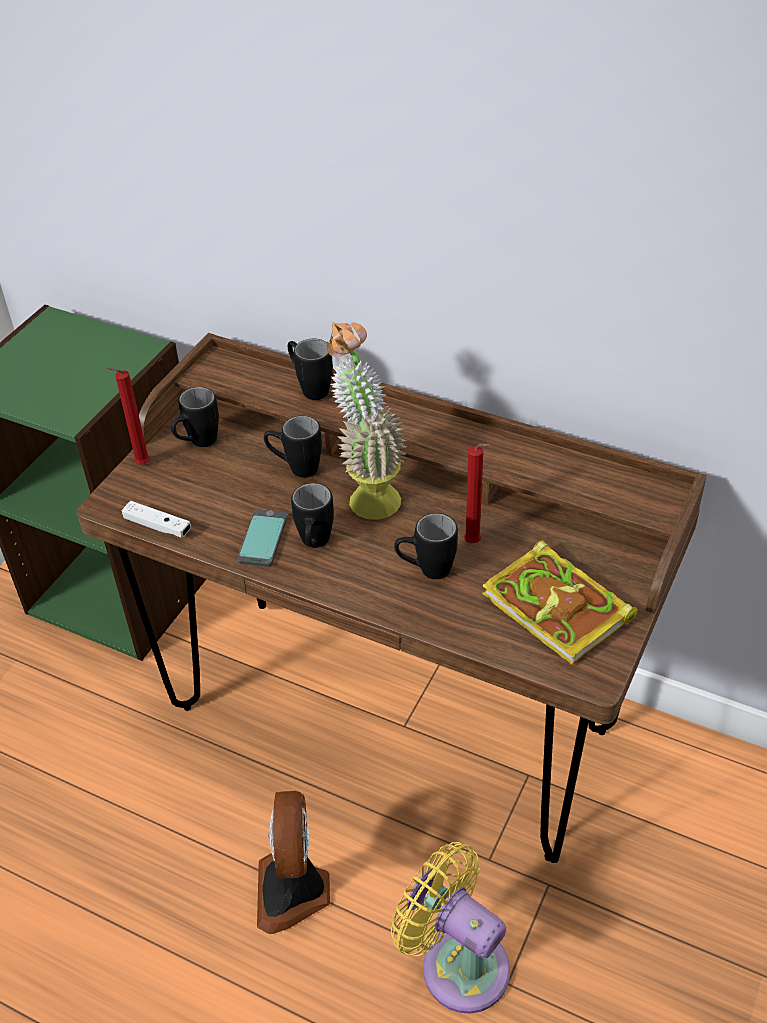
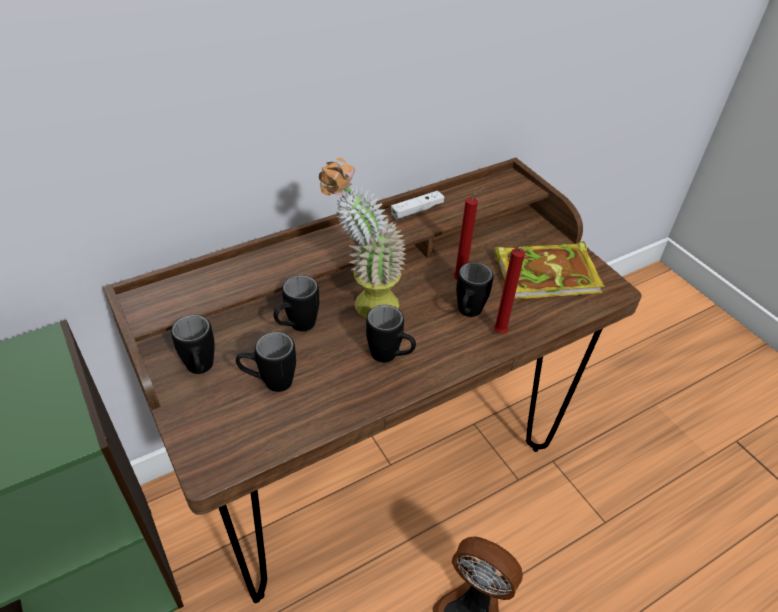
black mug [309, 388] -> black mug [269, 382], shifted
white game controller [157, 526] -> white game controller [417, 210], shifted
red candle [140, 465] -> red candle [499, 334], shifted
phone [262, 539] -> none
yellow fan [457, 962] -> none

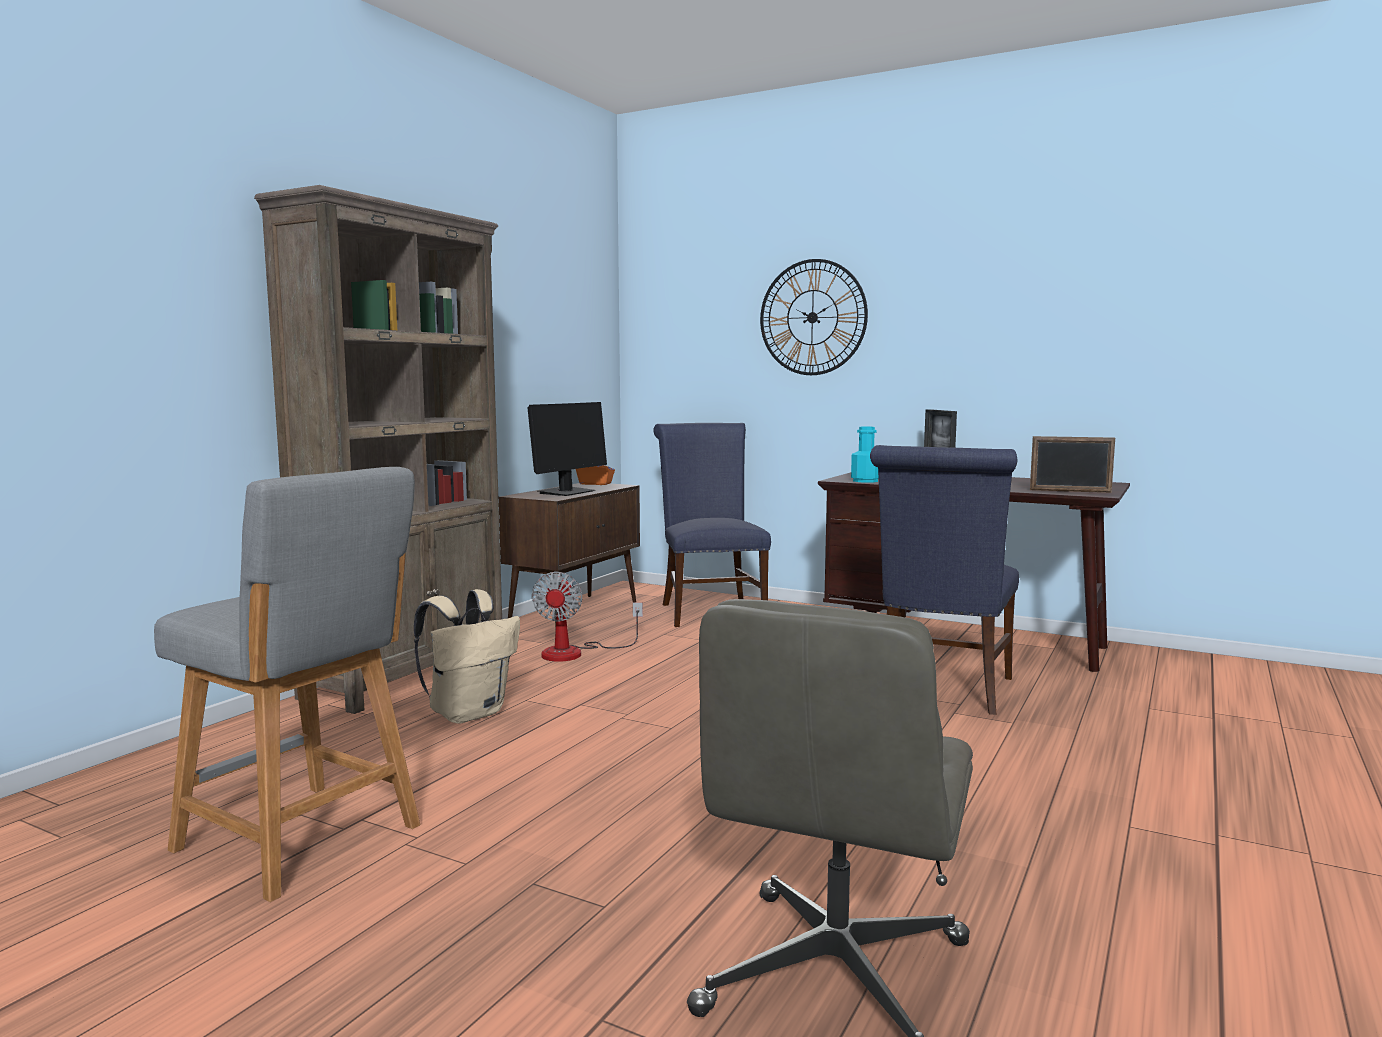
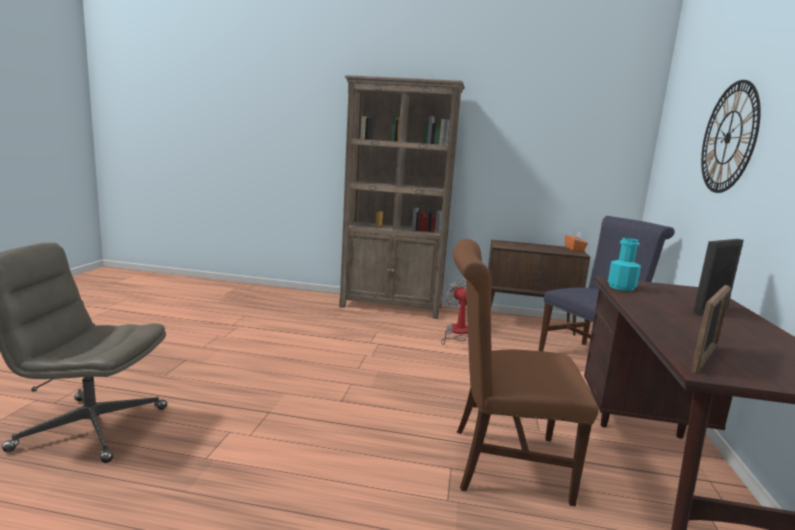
fan [575, 652] -> fan [457, 332], 75 degrees clockwise
blue chair [941, 690] -> brown chair [500, 462]
picture frame [1070, 491] -> picture frame [704, 358], 135 degrees counterclockwise
grey stool [305, 841] -> none
beige backpack [468, 713] -> none
monitor [566, 492] -> none

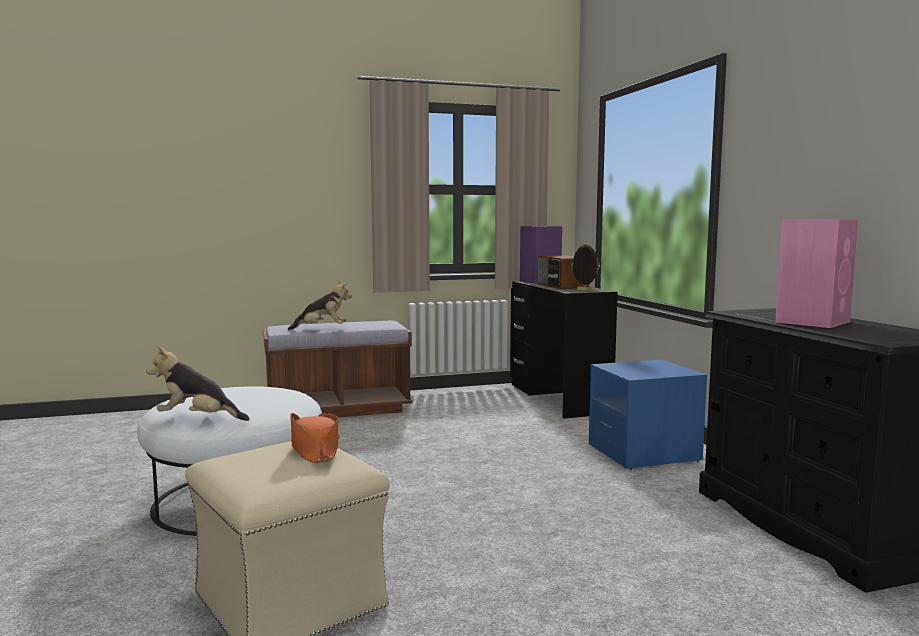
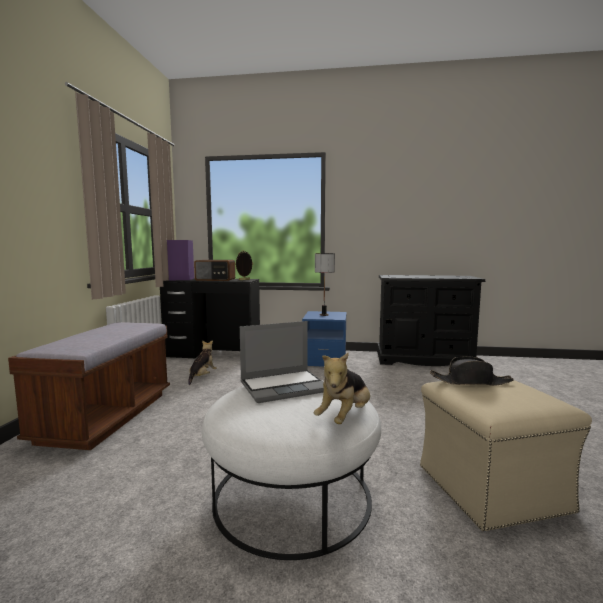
plush toy [322, 329] -> plush toy [202, 377], shifted
none -> laptop [284, 387]
none -> table lamp [324, 315]
orange hat [315, 449] -> black hat [470, 381]
pink speaker [813, 322] -> none

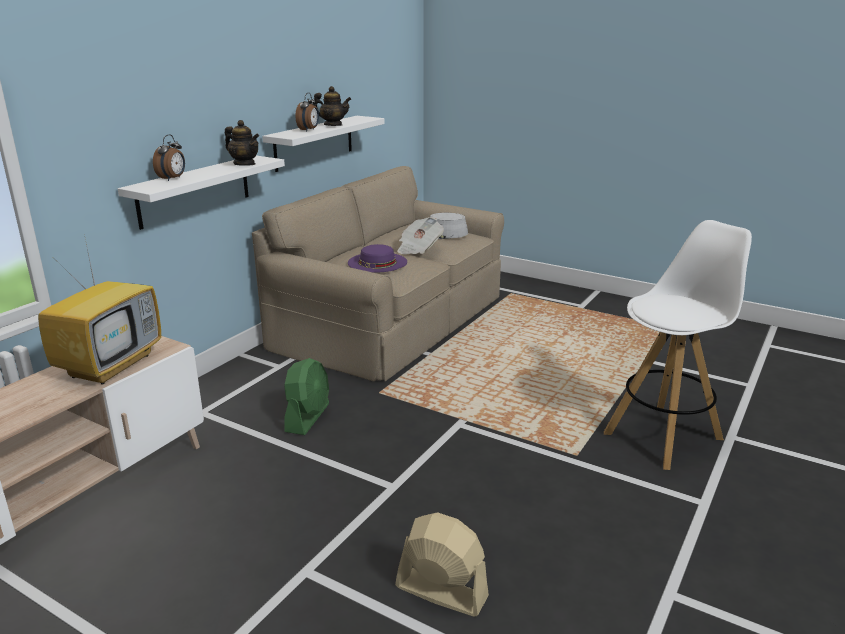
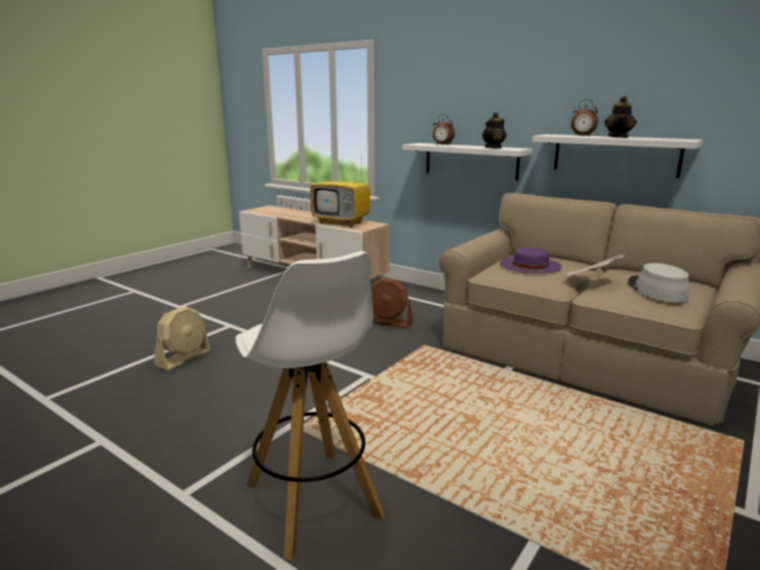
green fan [308, 417] -> brown fan [388, 322]

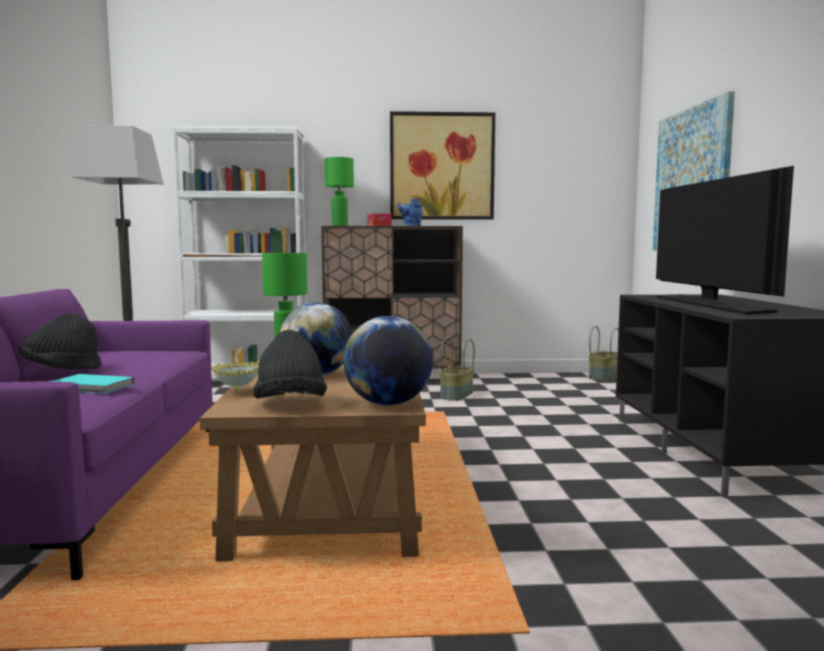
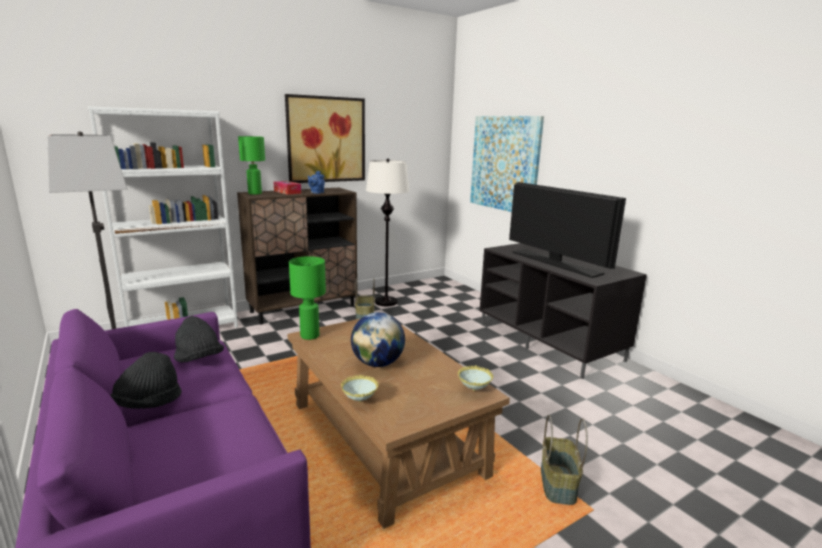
black hat [290, 404] -> black hat [199, 360], shifted
none -> white floor lamp [386, 302]
globe [388, 404] -> bowl [474, 391]
basket [603, 376] -> basket [557, 483], shifted
turquoise book [91, 387] -> none

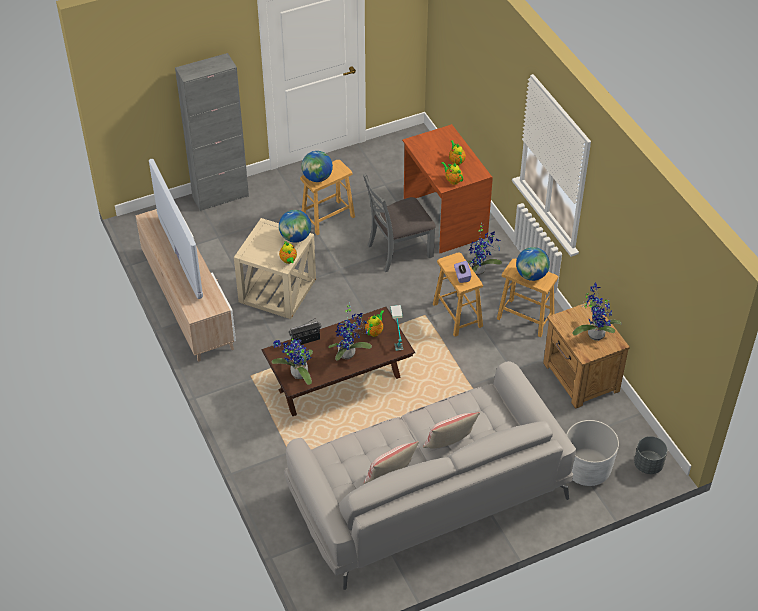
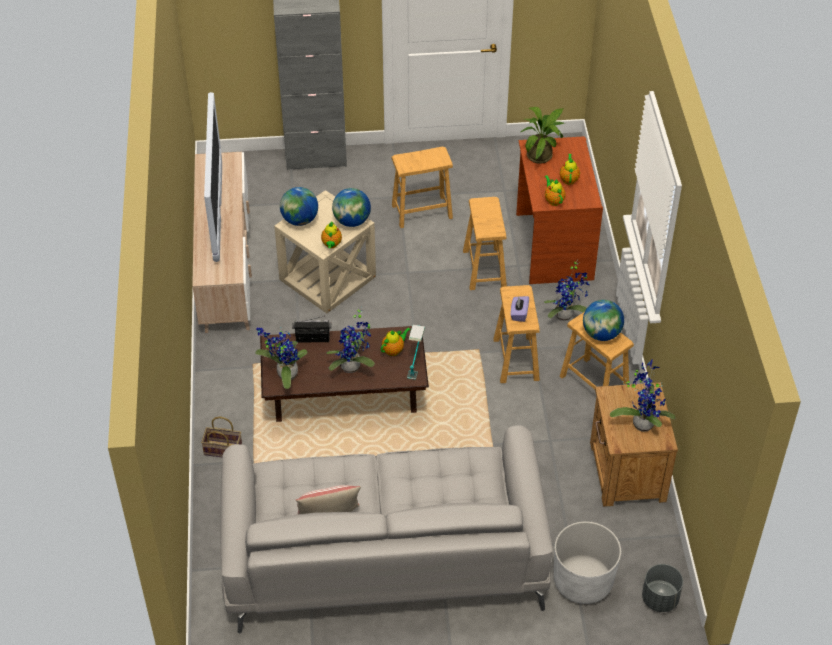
none -> basket [224, 449]
globe [317, 178] -> globe [300, 220], shifted
grey chair [399, 250] -> brown stool [484, 269]
none -> potted plant [542, 155]
pillow [449, 443] -> none

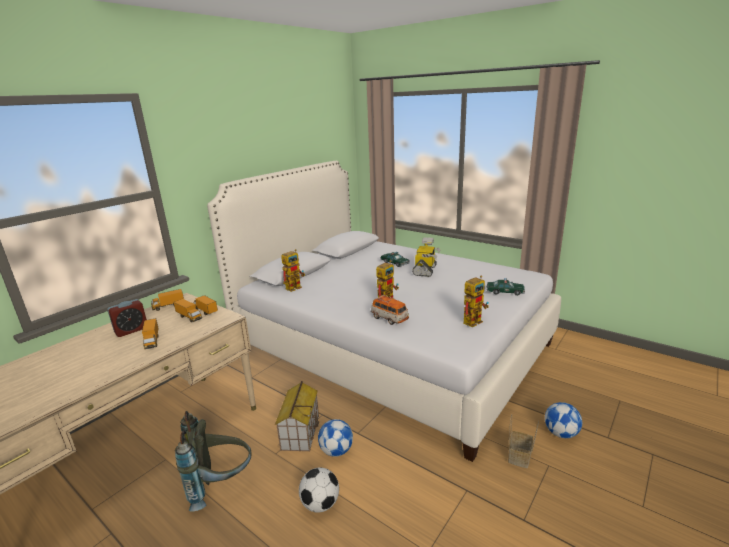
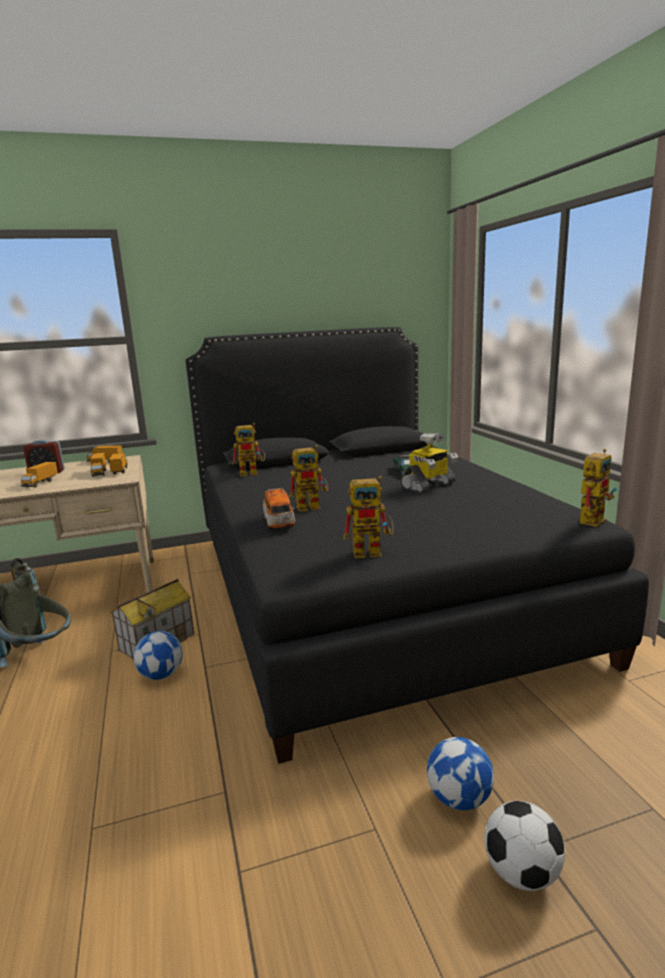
white bed [390, 347] -> black bed [368, 591]
football [320, 504] -> football [521, 873], shifted
none -> toy robot [592, 519]
toy car [505, 292] -> none
basket [519, 457] -> none

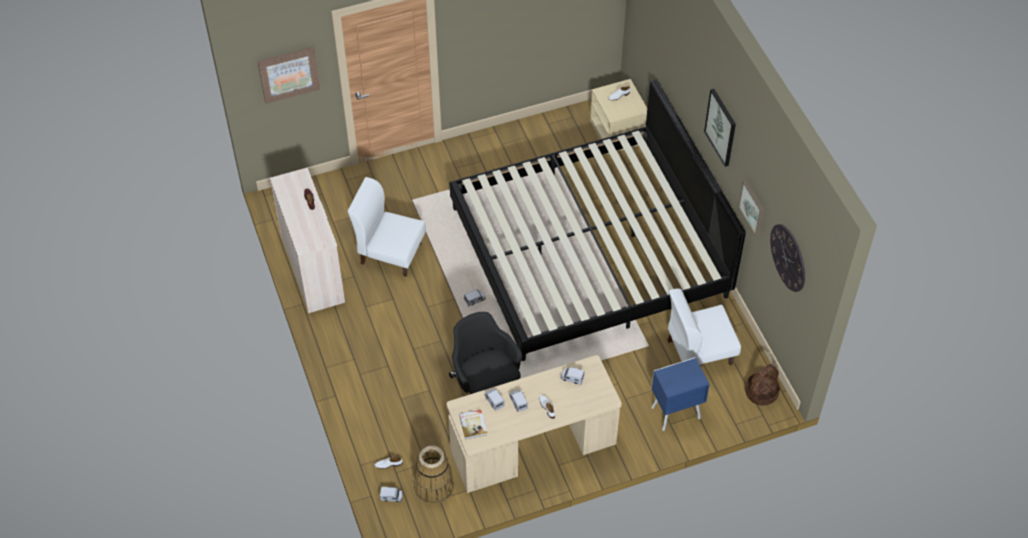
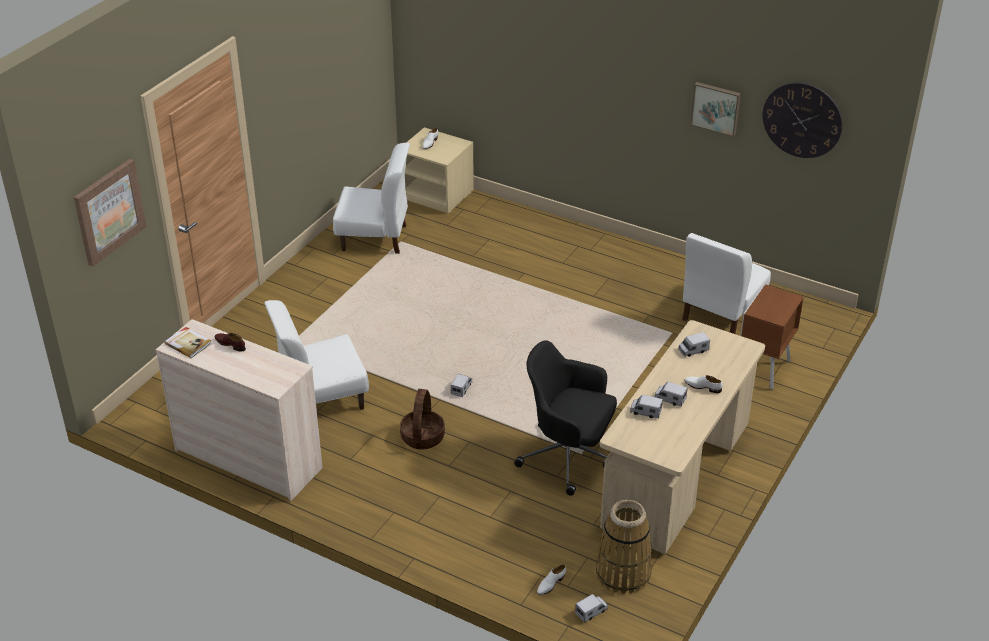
book [473, 425] -> book [188, 343], shifted
none -> white chair [375, 238]
basket [761, 393] -> basket [422, 437], shifted
blue nightstand [674, 413] -> brown nightstand [762, 370]
bed [589, 251] -> none
picture [721, 127] -> none

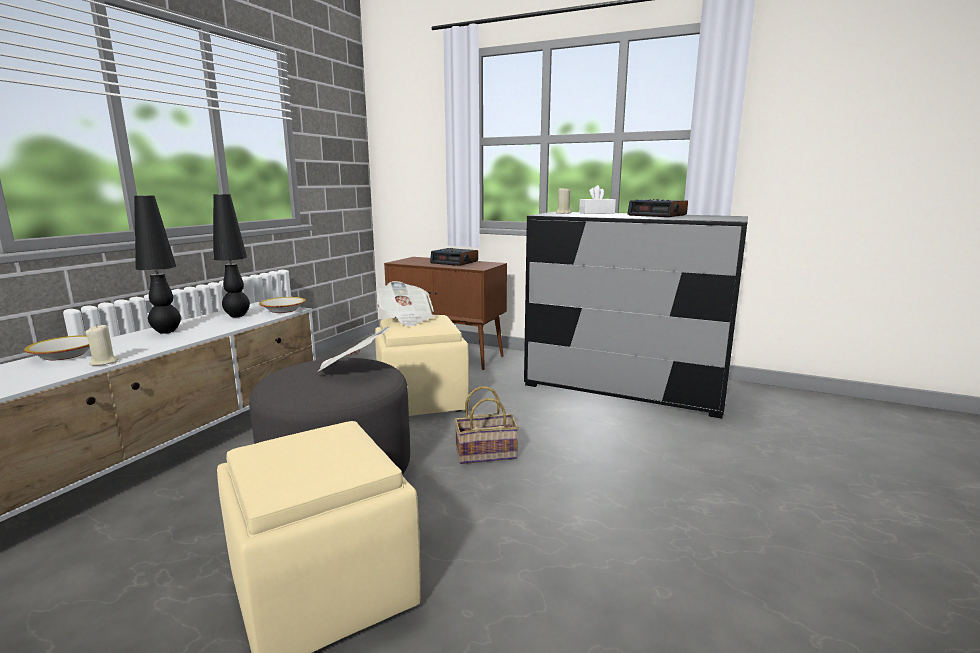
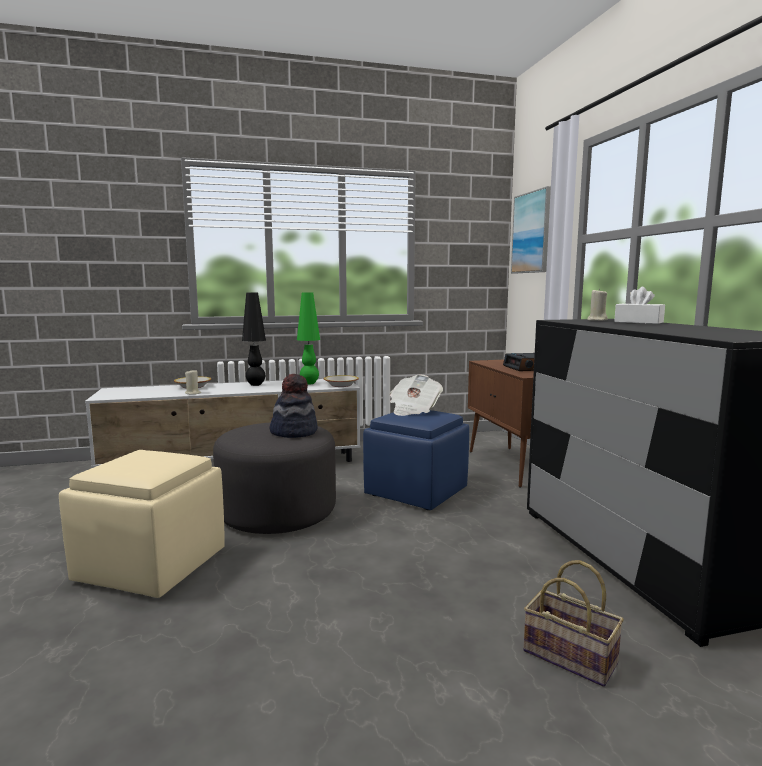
newspaper [353, 369] -> hat [294, 432]
black table lamp [237, 316] -> green table lamp [309, 383]
beige ottoman [421, 401] -> blue ottoman [415, 492]
none -> picture [532, 232]
basket [487, 453] -> basket [572, 657], shifted
alarm clock [658, 215] -> none

